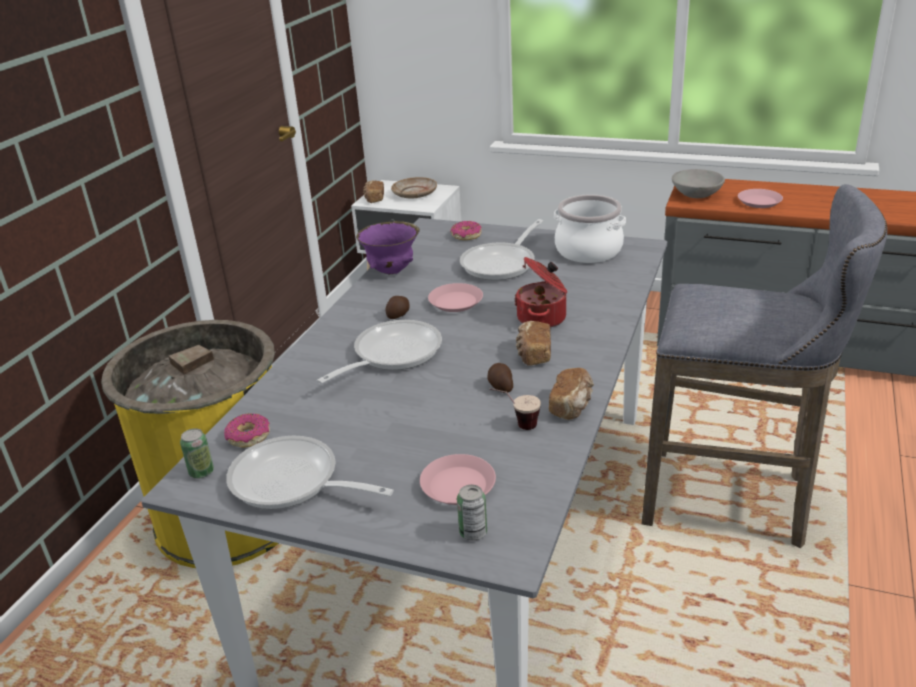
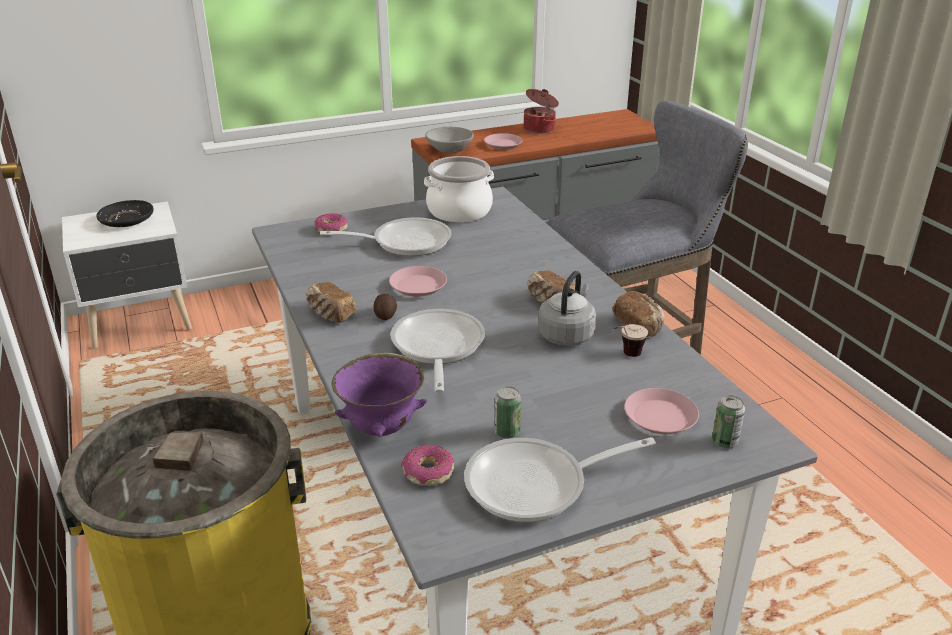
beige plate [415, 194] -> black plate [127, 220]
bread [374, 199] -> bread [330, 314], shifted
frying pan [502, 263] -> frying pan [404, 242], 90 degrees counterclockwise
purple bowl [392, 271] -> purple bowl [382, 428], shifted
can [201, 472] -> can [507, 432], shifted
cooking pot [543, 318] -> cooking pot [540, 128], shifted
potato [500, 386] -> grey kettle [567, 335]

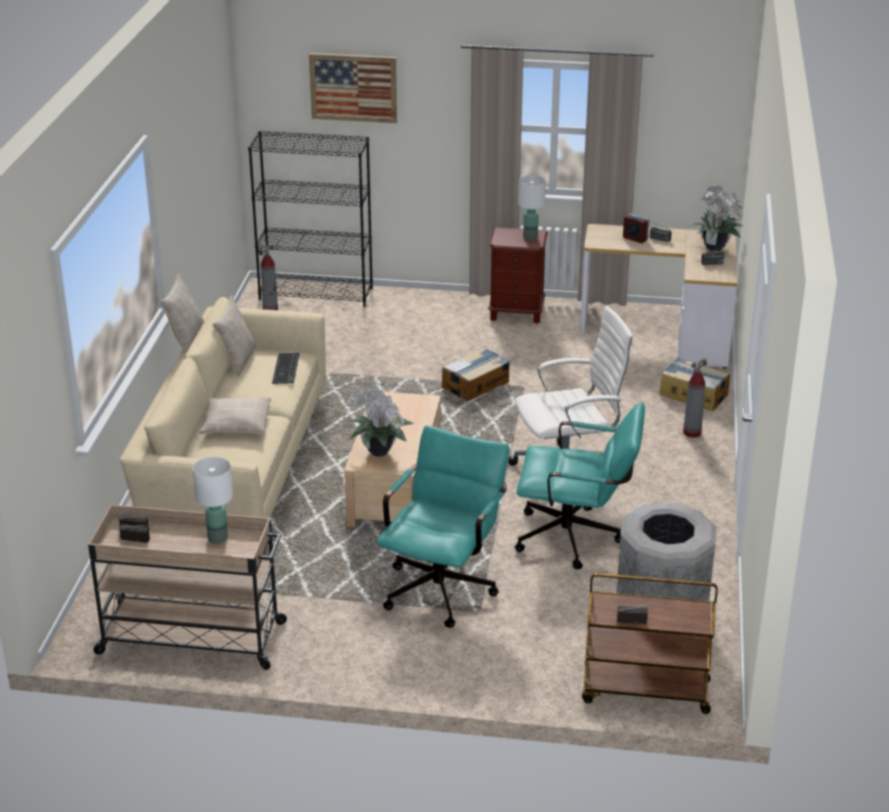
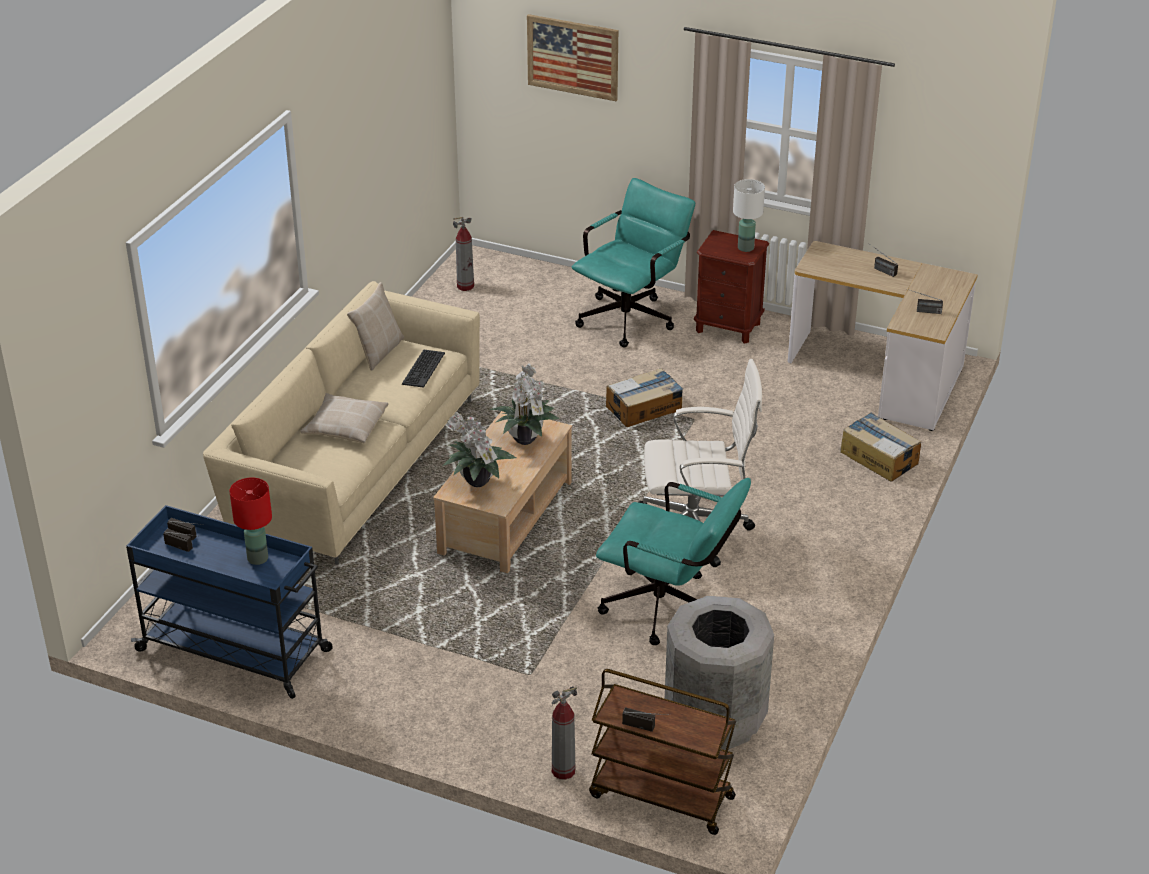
beige cart [194, 638] -> blue cart [236, 651]
white table lamp [217, 537] -> red table lamp [257, 558]
potted plant [714, 248] -> potted plant [525, 438], shifted
fire extinguisher [692, 433] -> fire extinguisher [563, 771], shifted
turquoise office chair [443, 585] -> turquoise office chair [631, 316], shifted
beige pillow [186, 339] -> none
black bookcase [317, 294] -> none
alarm clock [635, 239] -> none

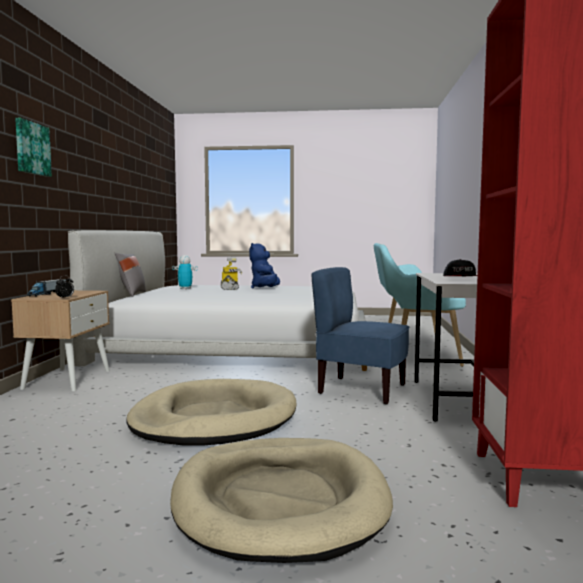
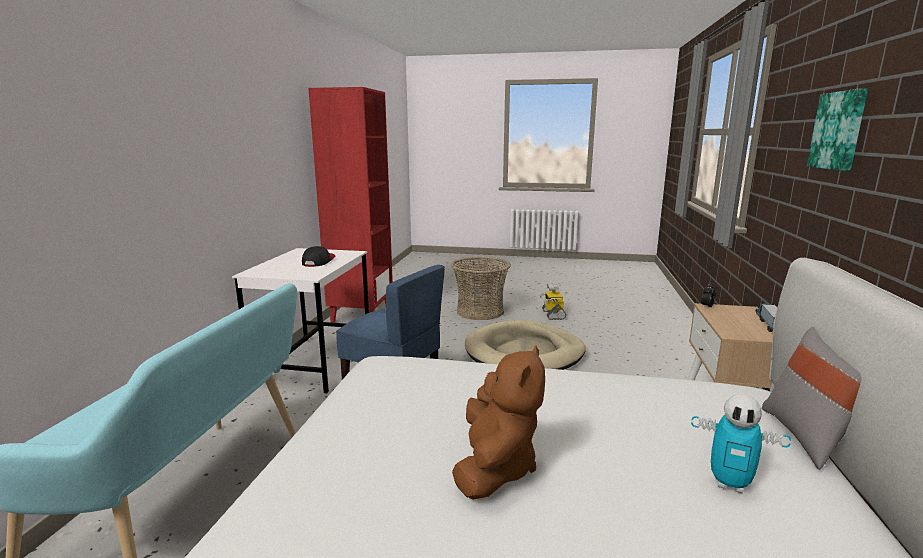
beige dog bed [280, 501] -> basket [480, 311]
blue plush toy [265, 288] -> brown plush toy [495, 468]
toy robot [230, 288] -> toy robot [552, 314], shifted

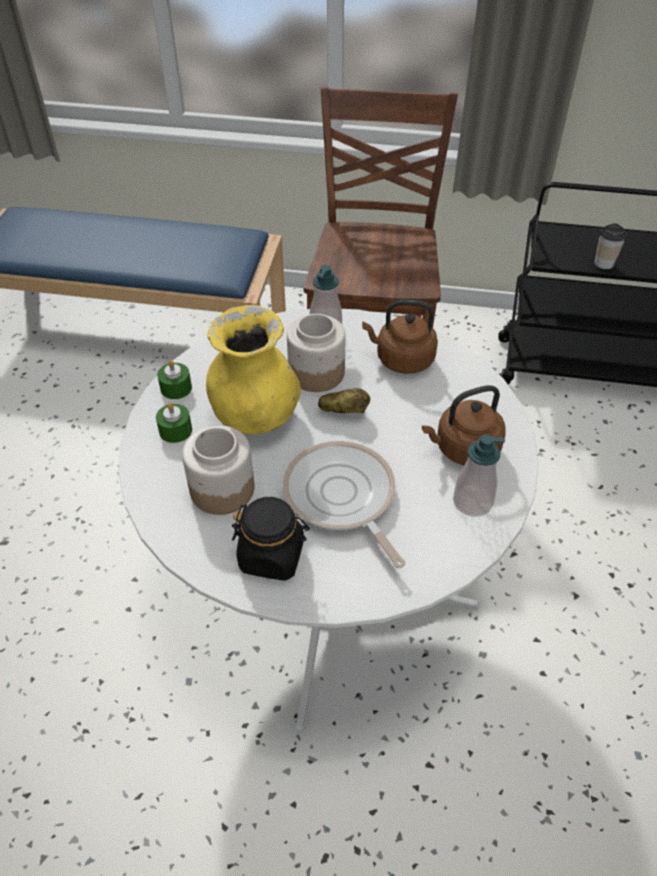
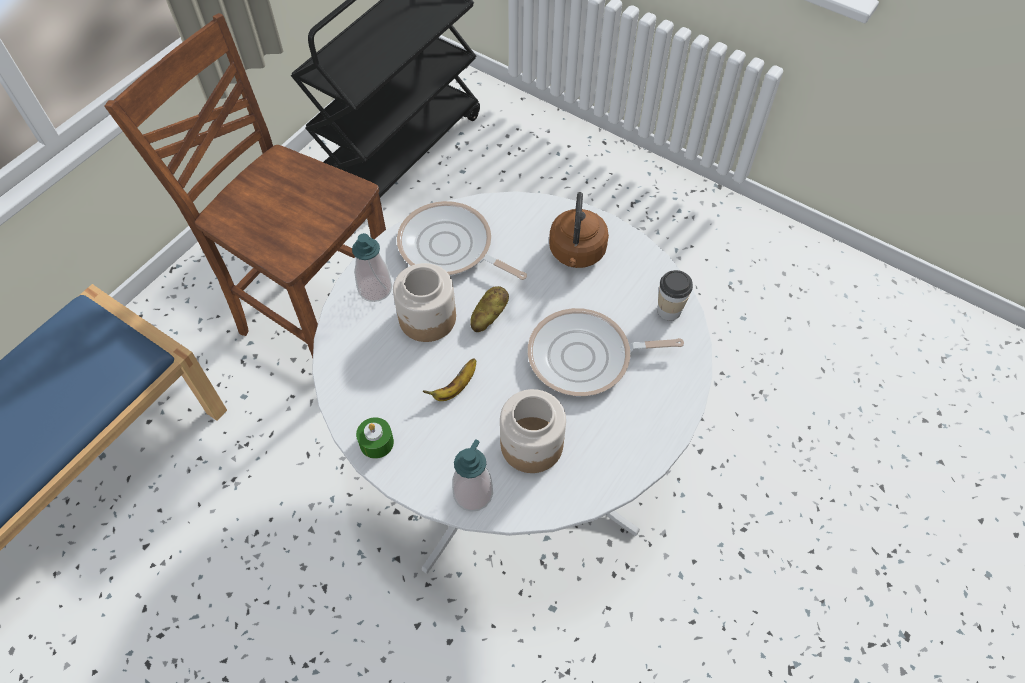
brown kettle [401, 360] -> frying pan [450, 248]
yellow vase [255, 416] -> banana [455, 388]
soap dispenser [472, 502] -> soap dispenser [473, 493], shifted
cup [603, 263] -> cup [669, 310], shifted
green candle [175, 430] -> none
black jar [272, 556] -> none

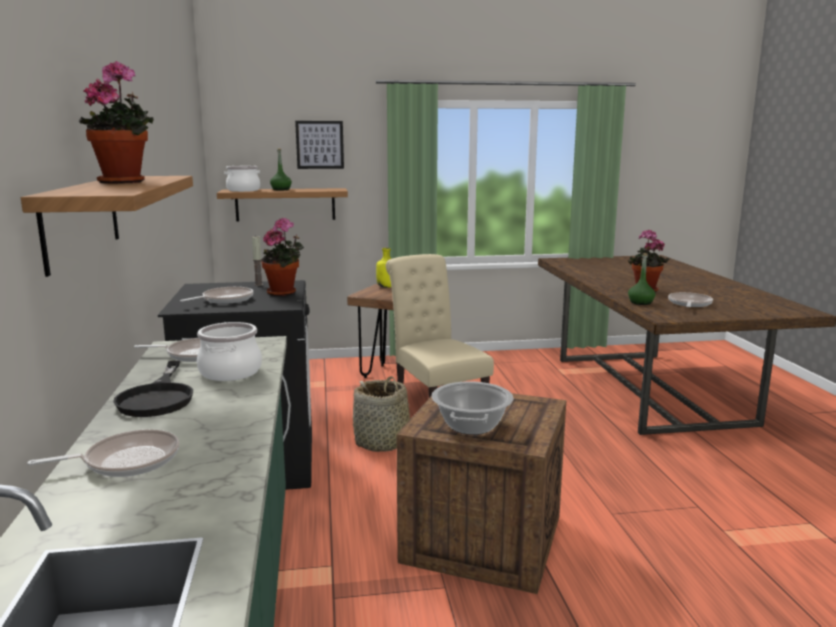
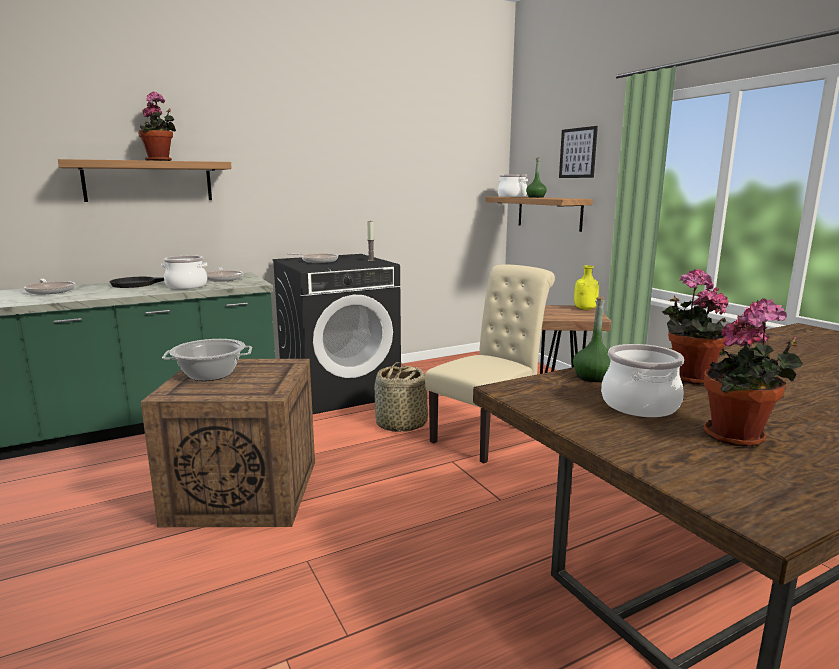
frying pan [689, 304] -> cooking pot [638, 405]
potted plant [284, 292] -> potted plant [739, 438], shifted

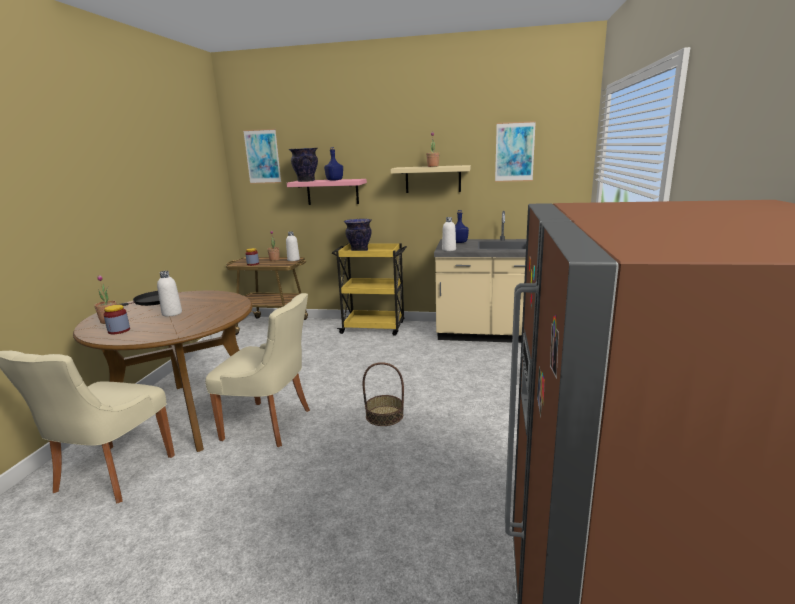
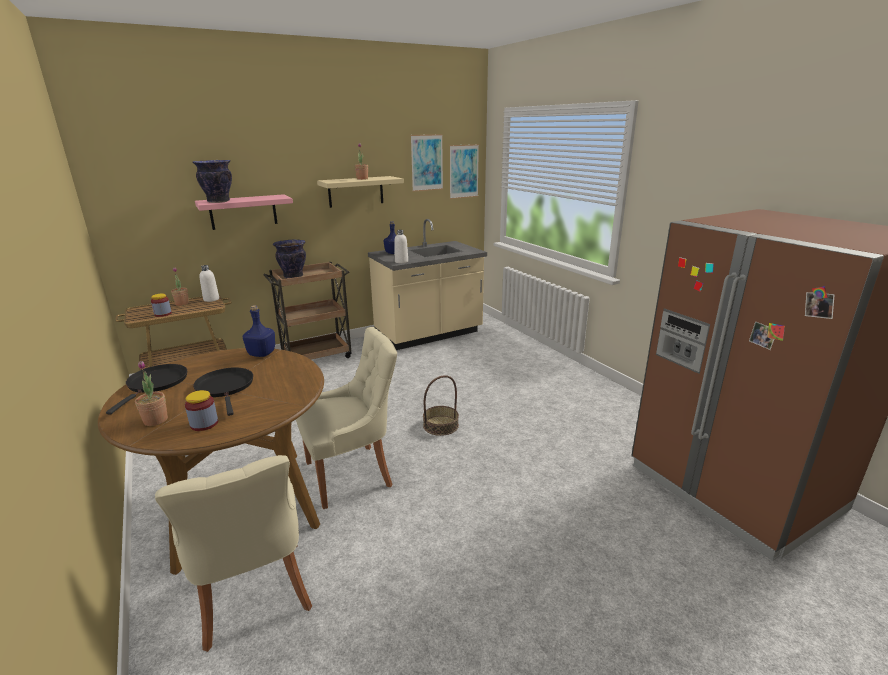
white bottle [172, 313] -> black frying pan [225, 388]
blue bottle [334, 180] -> blue bottle [261, 354], shifted
yellow cart [374, 328] -> brown cart [316, 356]
picture [262, 156] -> picture [463, 171], shifted

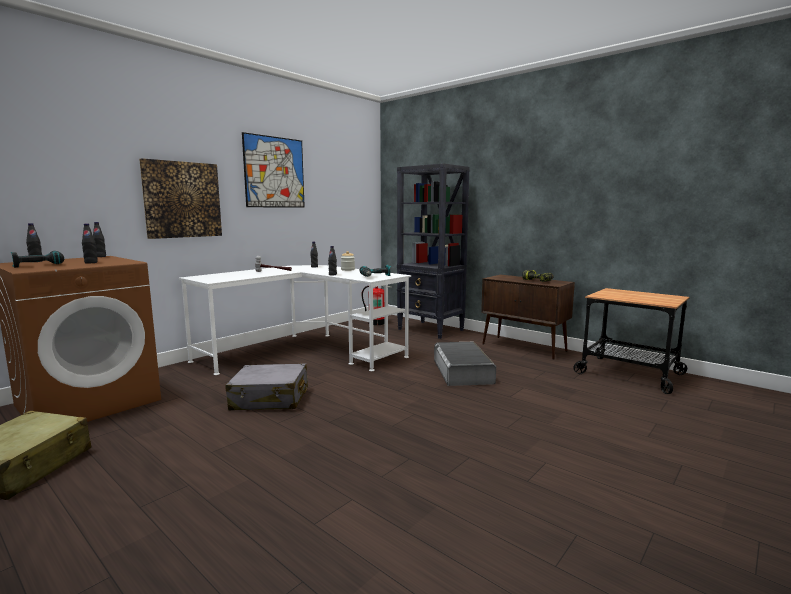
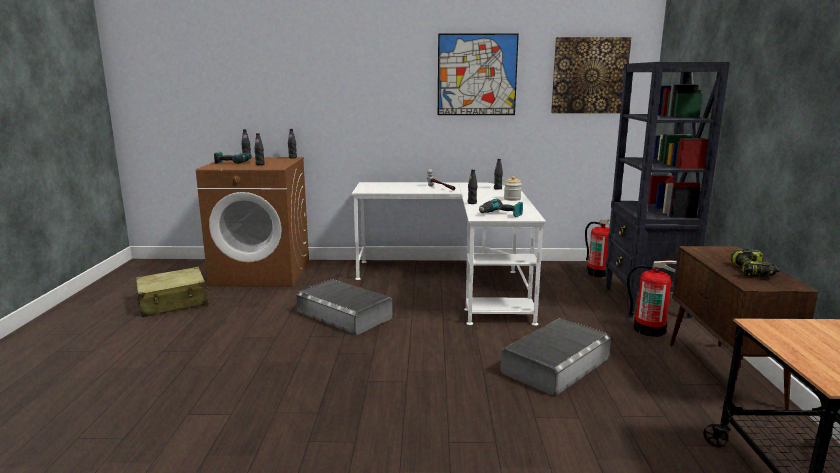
grey suitcase [270, 399] -> grey storage box [344, 315]
picture [182, 200] -> picture [589, 75], shifted
none -> fire extinguisher [650, 329]

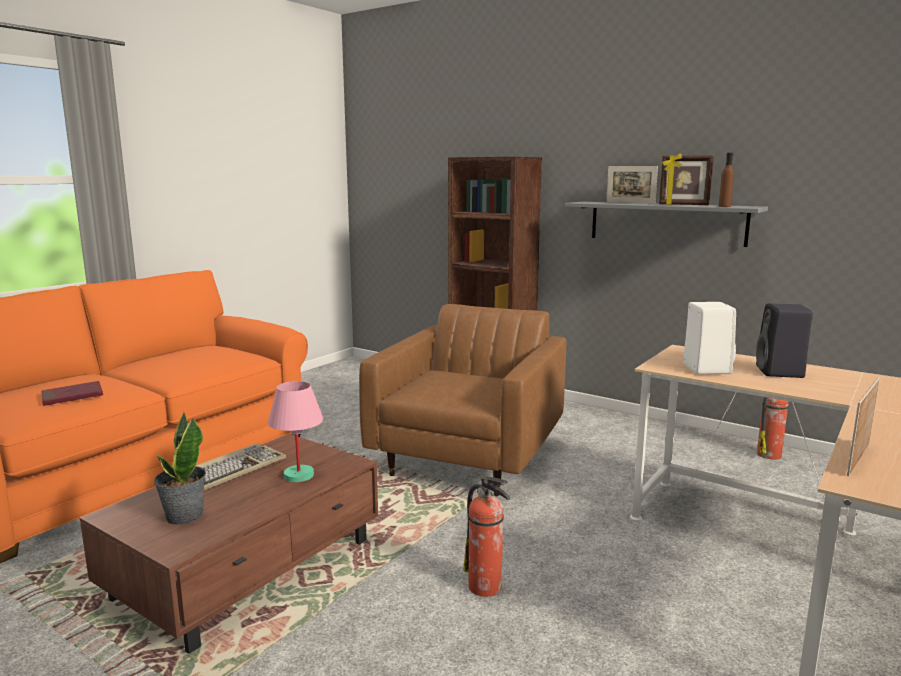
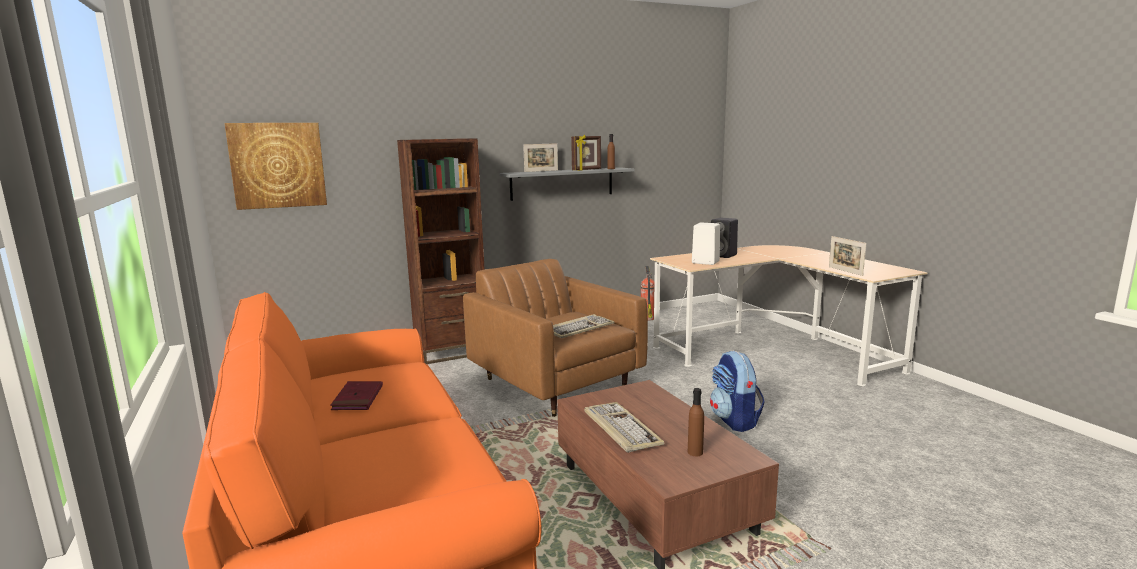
none -> picture [278, 165]
red book [72, 396] -> red book [358, 398], shifted
none -> keyboard [579, 329]
potted plant [184, 516] -> brown bottle [695, 452]
fire extinguisher [486, 587] -> backpack [734, 420]
pink table lamp [298, 475] -> none

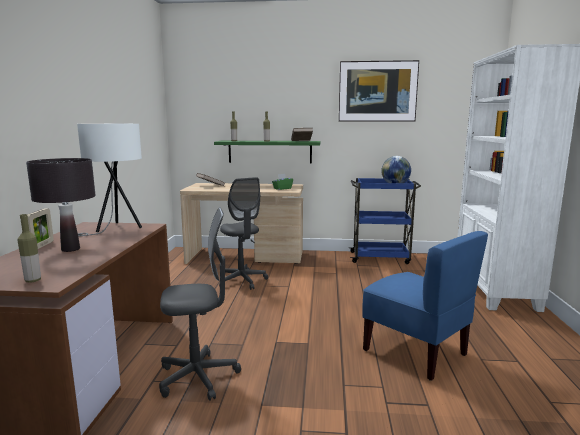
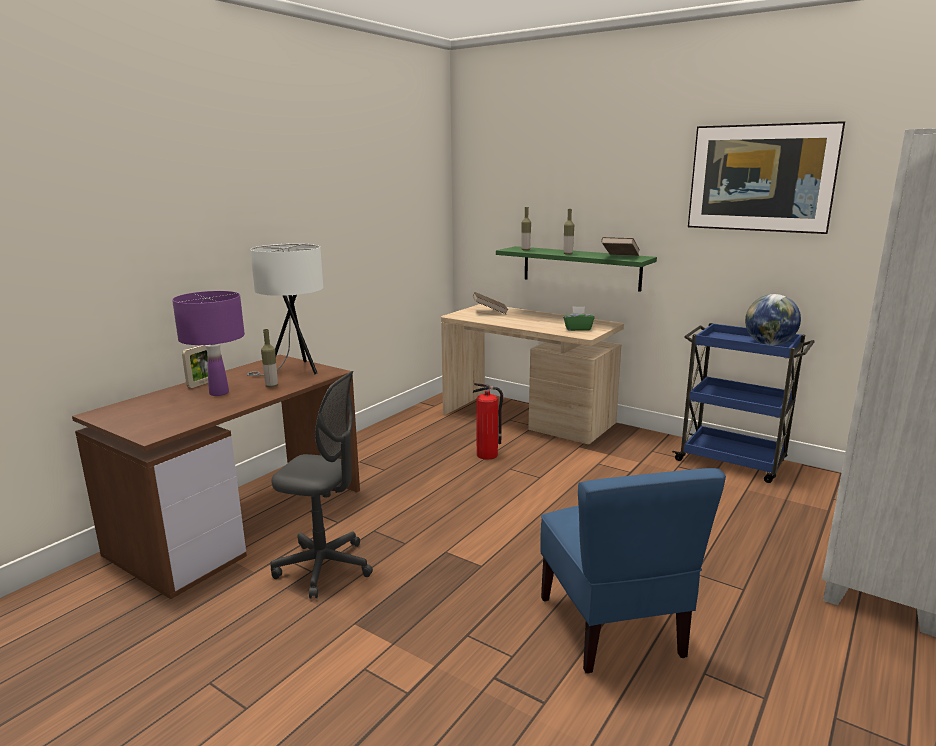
black table lamp [71, 249] -> purple table lamp [219, 393]
bottle [33, 280] -> bottle [271, 386], shifted
grey office chair [242, 281] -> fire extinguisher [487, 455]

